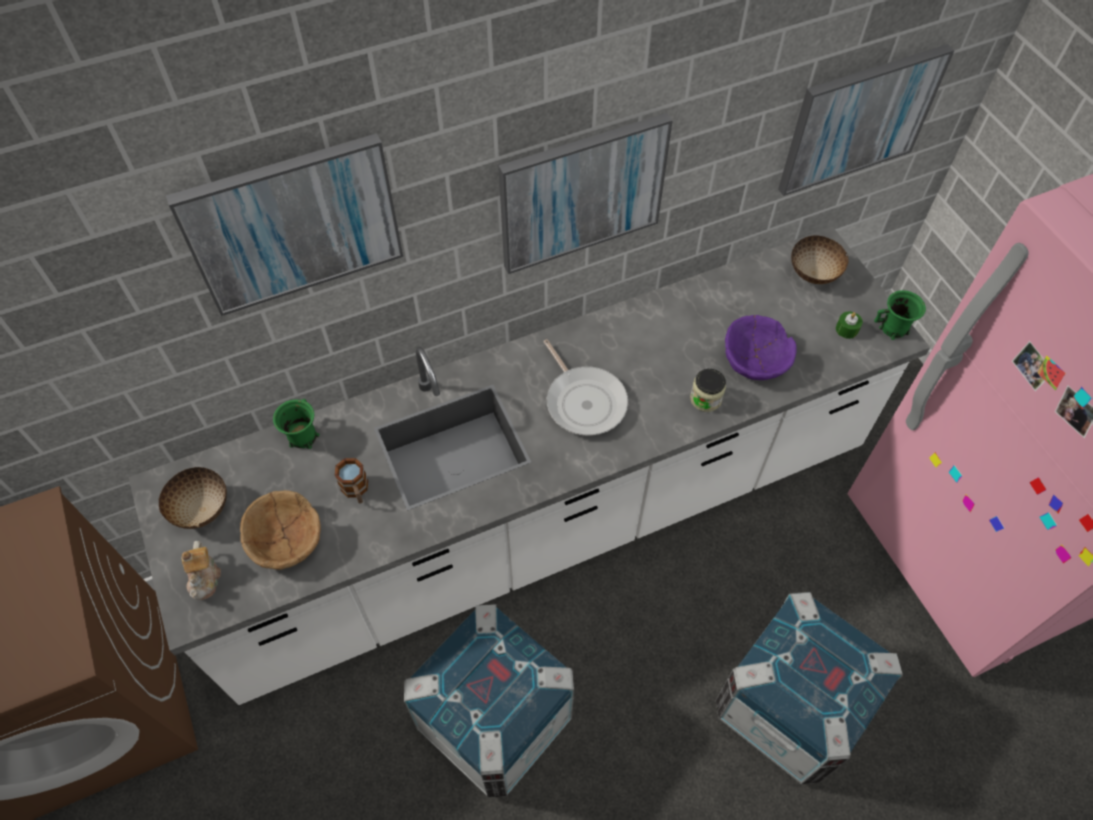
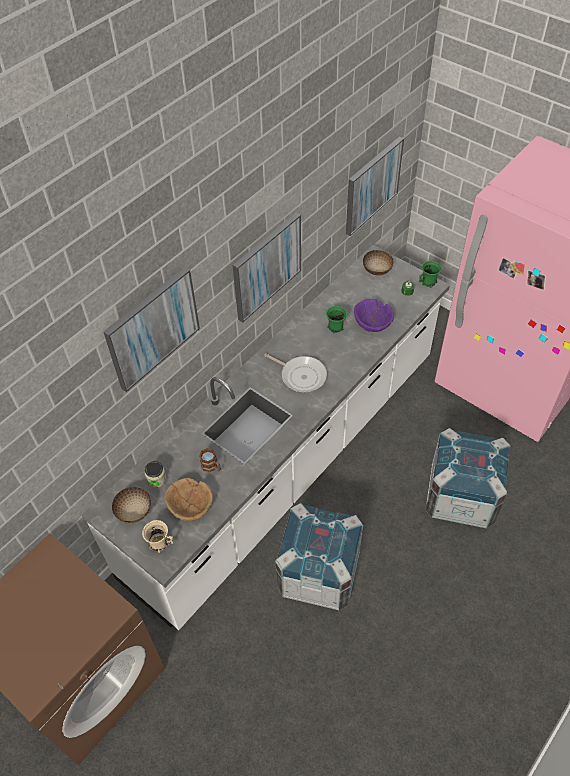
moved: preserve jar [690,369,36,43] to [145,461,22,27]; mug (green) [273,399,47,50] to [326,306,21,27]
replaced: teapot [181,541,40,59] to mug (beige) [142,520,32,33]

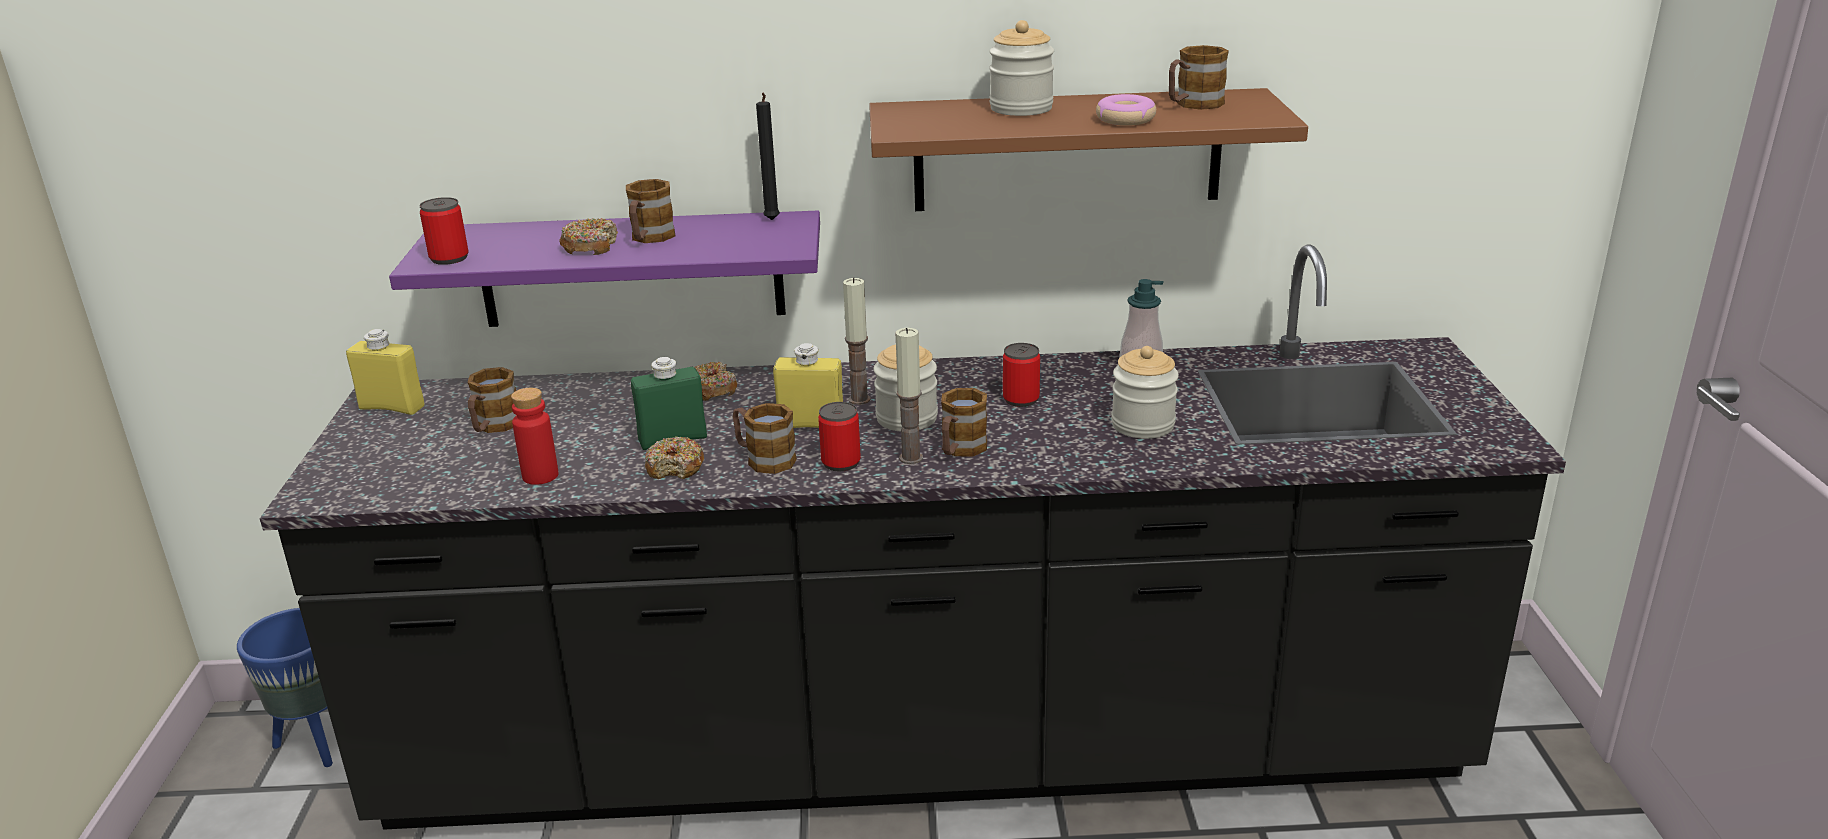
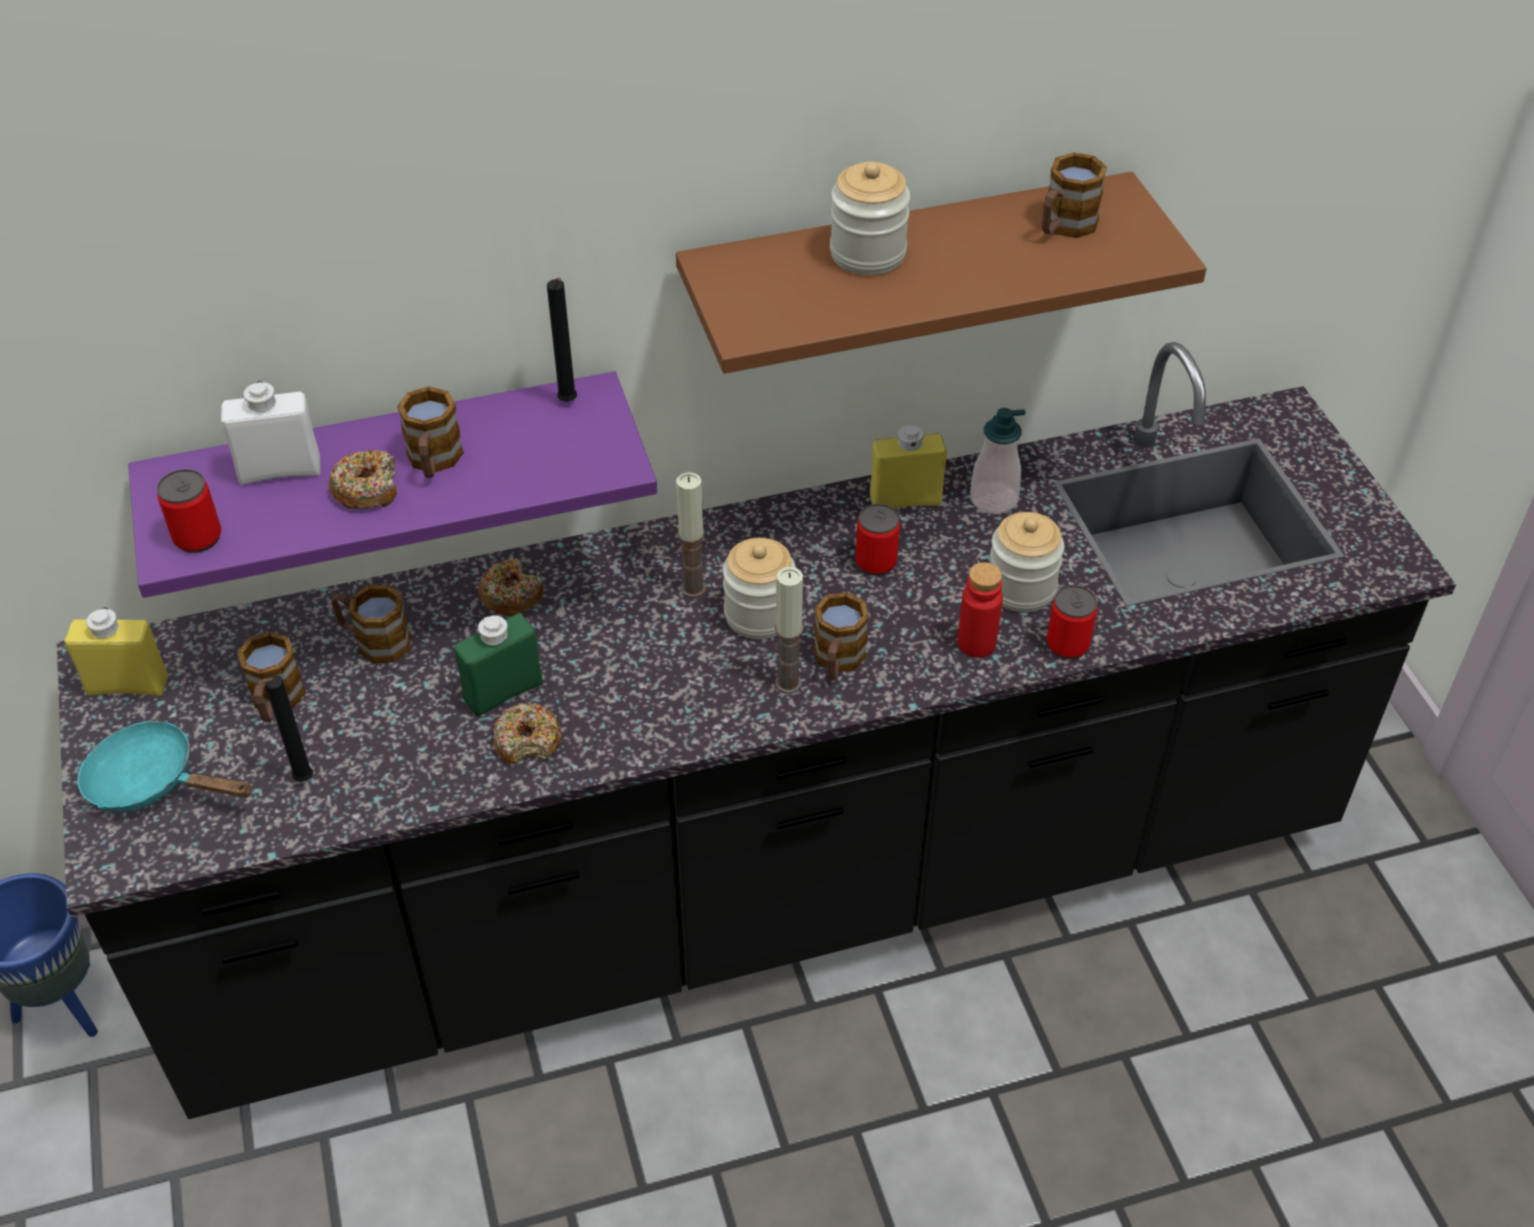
removed: ring doughnut [1096,94,60,32]
added: frying pan (blue-green) [77,721,176,90]; beverage bottle (white) [221,381,99,104]; candle (black-coloured) [259,675,54,107]
moved: mug [733,403,64,71] to [331,585,80,78]; beverage bottle (yellow-coloured) [773,343,70,85] to [870,425,77,84]; beverage bottle (red) [511,388,48,97] to [957,562,46,96]; can [818,402,43,69] to [1046,585,51,74]

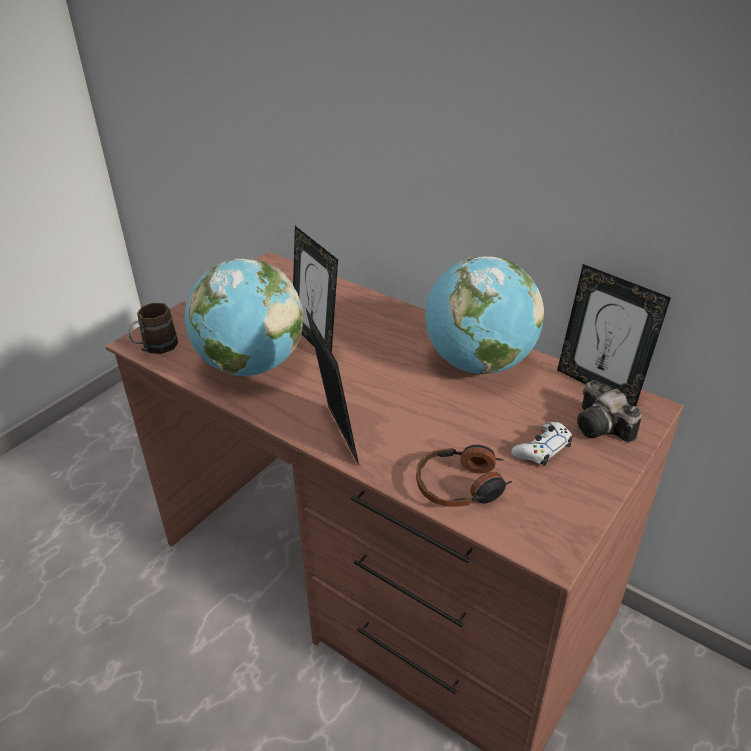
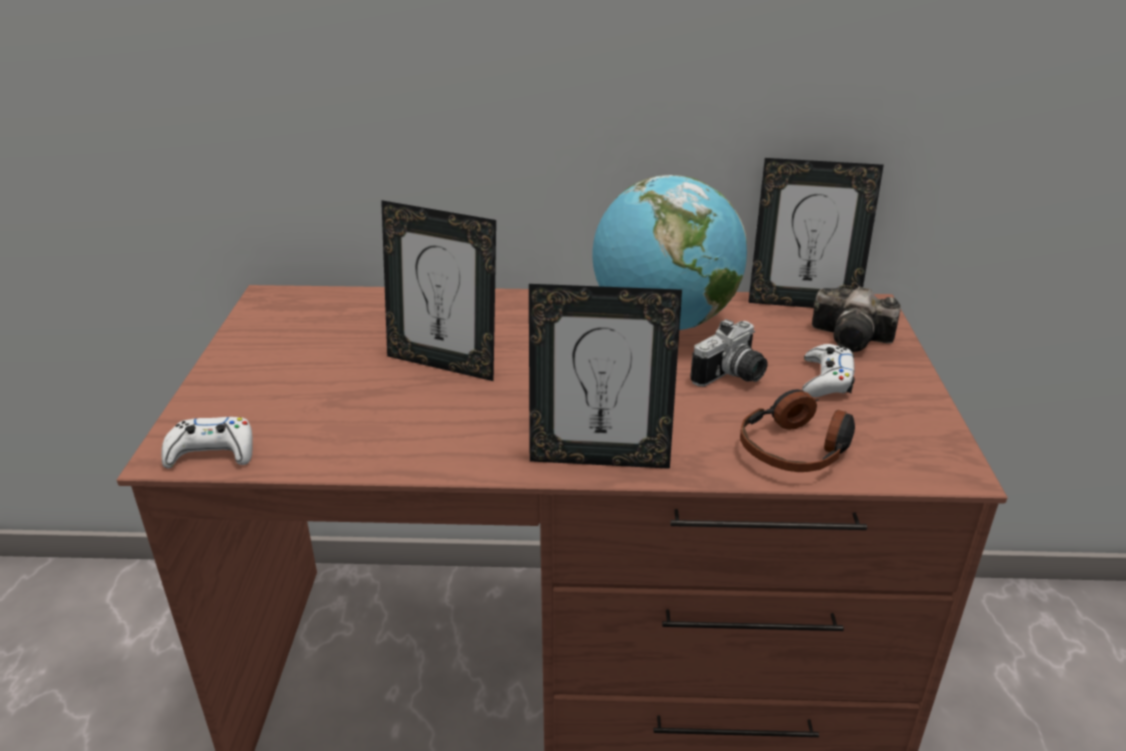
removed: desk globe [185,258,118,118]
added: photo camera [691,319,77,68]
replaced: mug (brown) [128,303,50,51] to joypad (white) [162,417,91,51]
turned: picture frame [305,307,54,158] = [529,284,153,185] 150 degrees clockwise

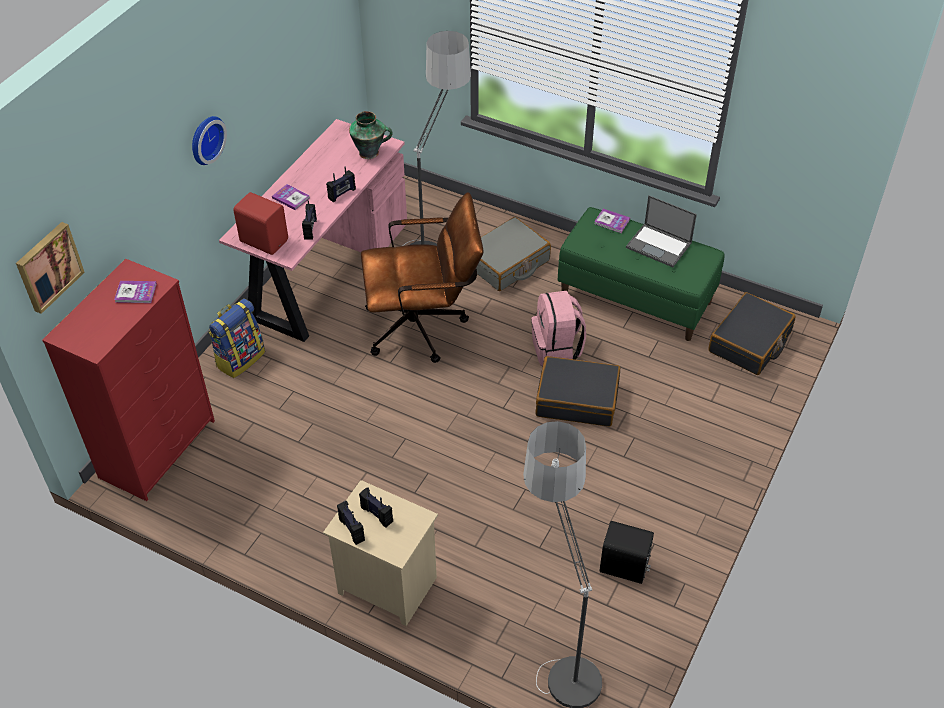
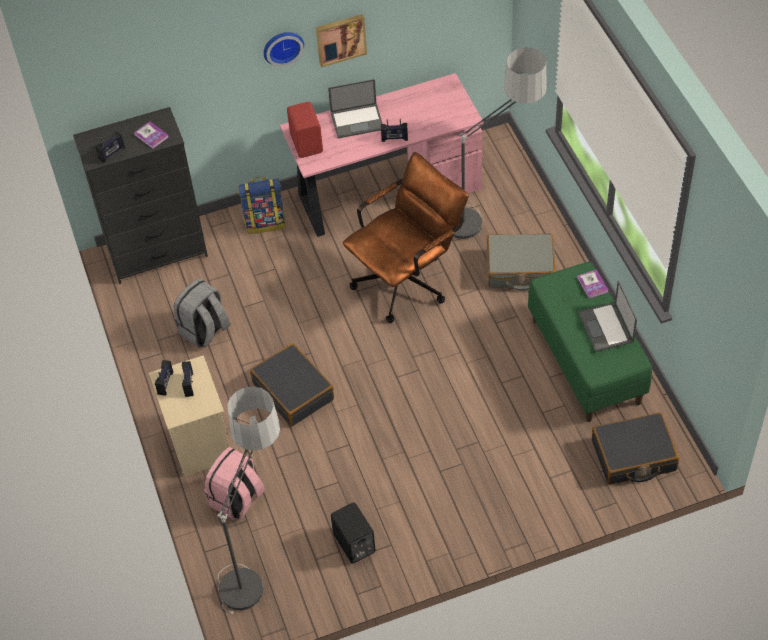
removed: decorative vase [349,111,44,48]
added: backpack (gray) [174,279,57,69]
moved: radio set [302,200,15,40] to [95,129,30,34]; backpack (pinkish) [531,291,55,75] to [204,447,61,73]; suitcase (black-coloured) [536,356,84,70] to [250,343,84,83]; wall picture [16,222,69,92] to [316,14,51,53]
replaced: book [272,184,38,26] to laptop [328,79,55,59]
recoloured: drawer chest (red) [42,259,173,242] to drawer chest (black-coloured) [73,107,135,177]
turned: computer chair (brown) [361,192,123,171] = [343,152,125,171] 75 degrees counterclockwise

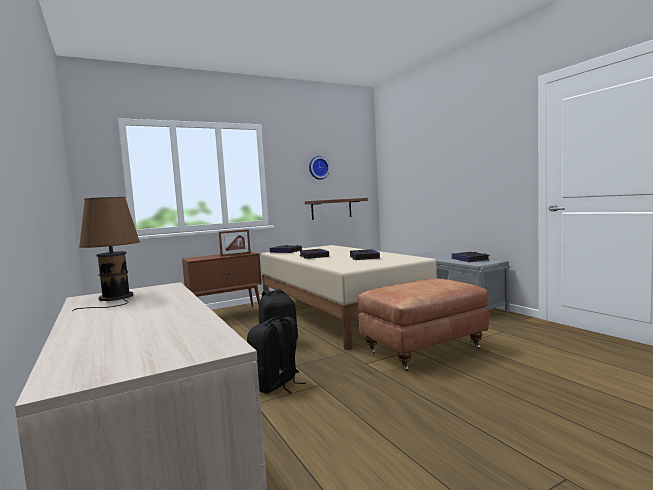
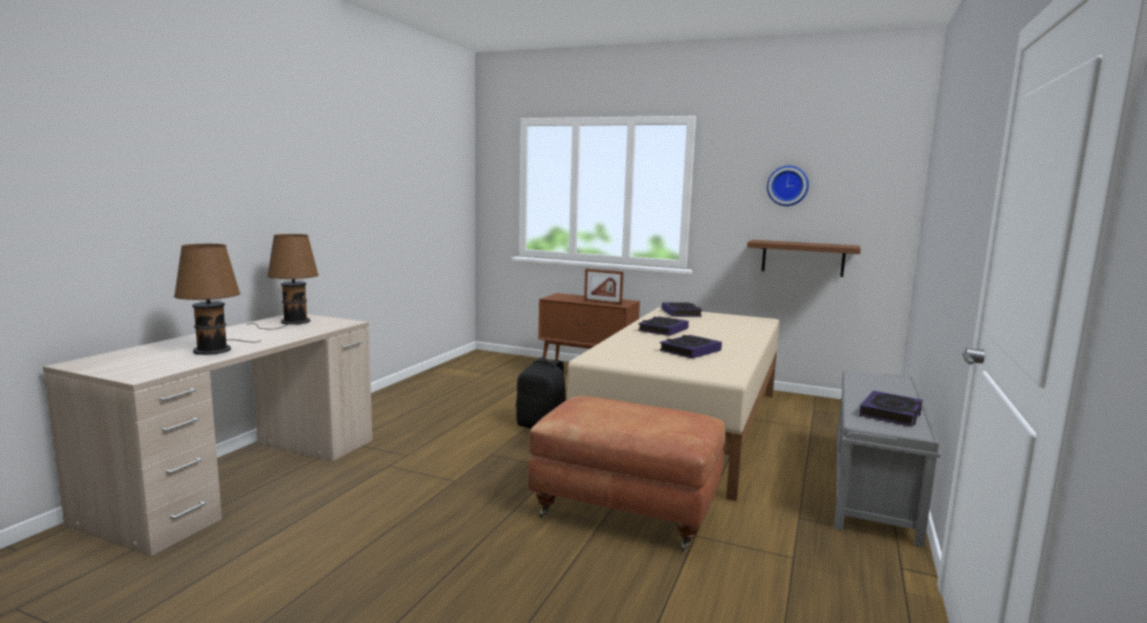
removed: backpack (black-coloured) [247,317,59,77]
added: tabletop lamp (brown) [174,244,87,111]

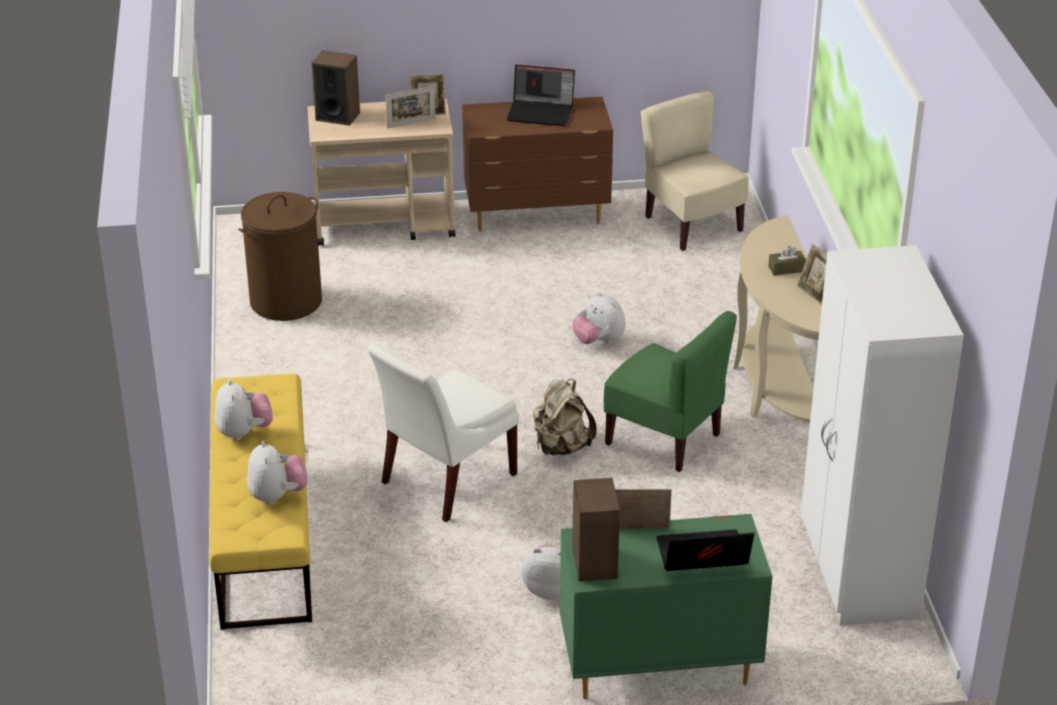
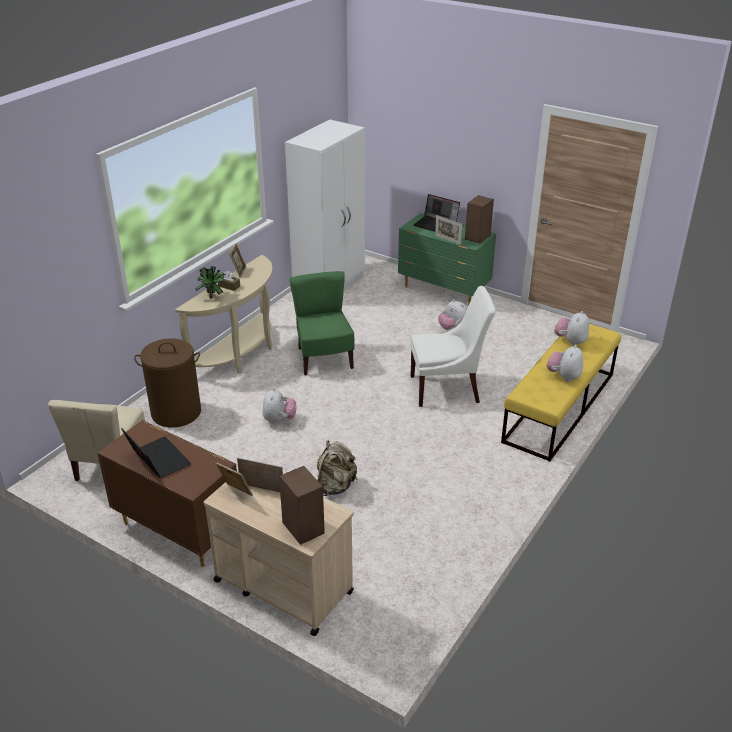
added: houseplant [195,266,32,32]
moved: laundry basket (brown) [239,192,83,129] to [134,338,67,90]; backpack (beige) [533,379,64,77] to [317,440,40,56]

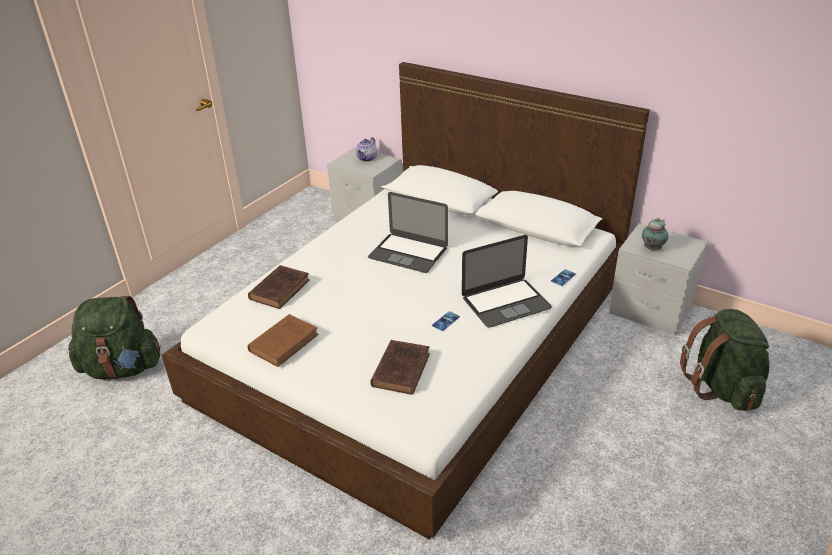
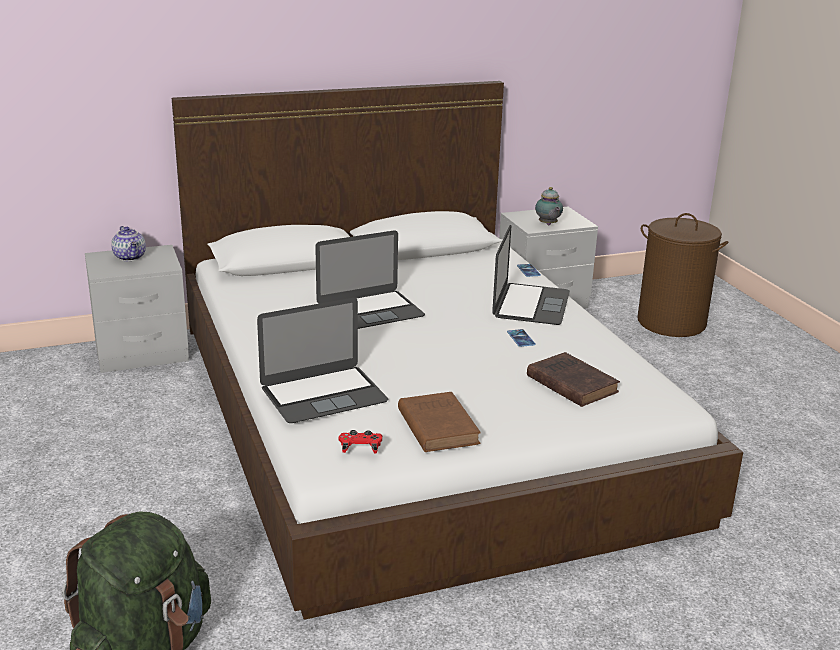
added: joypad (red) [339,430,43,23]
replaced: book (brown) [248,265,62,44] to laptop [257,298,131,125]; backpack (green) [680,309,89,102] to laundry basket (brown) [637,213,91,124]

